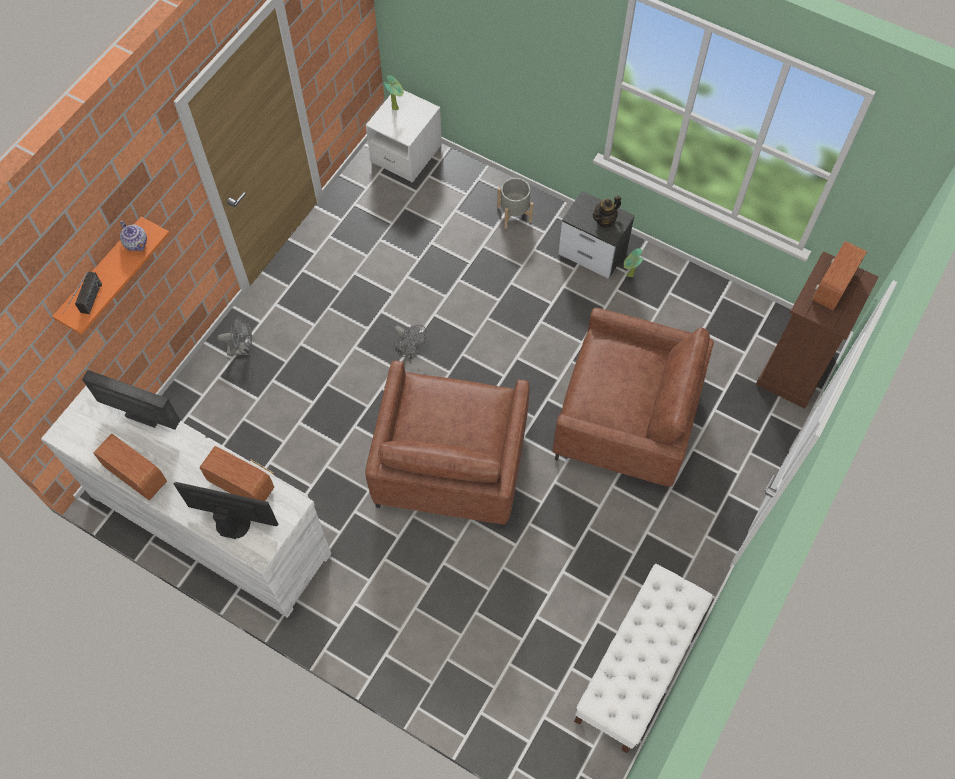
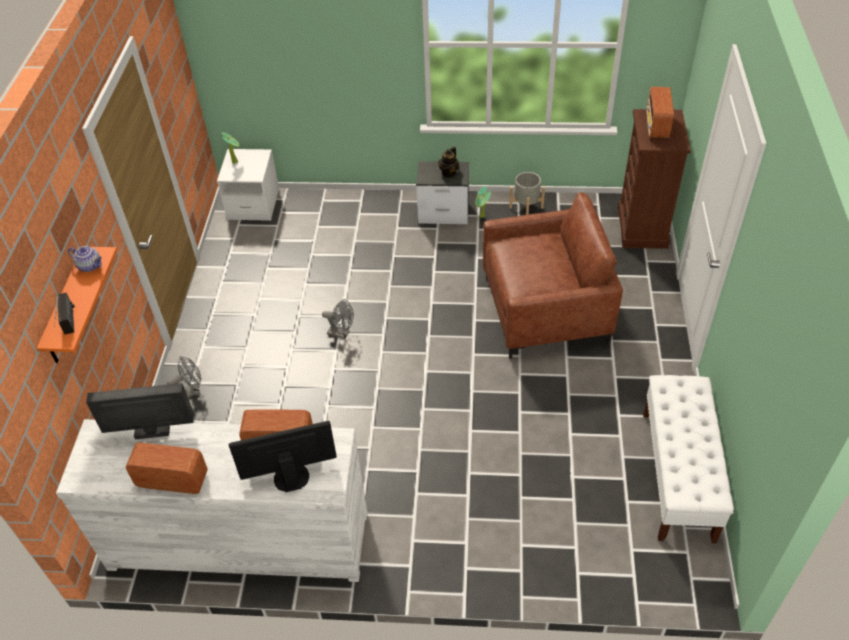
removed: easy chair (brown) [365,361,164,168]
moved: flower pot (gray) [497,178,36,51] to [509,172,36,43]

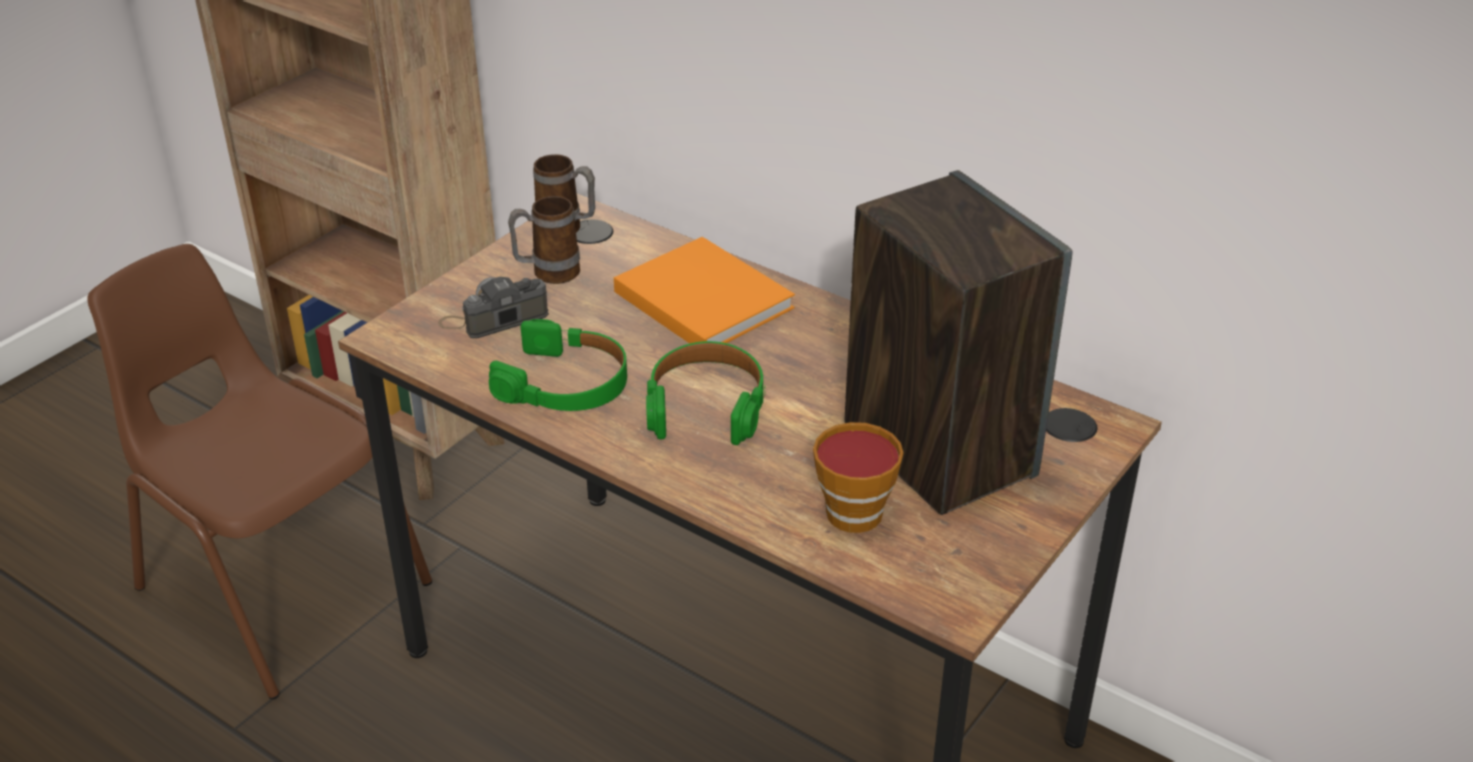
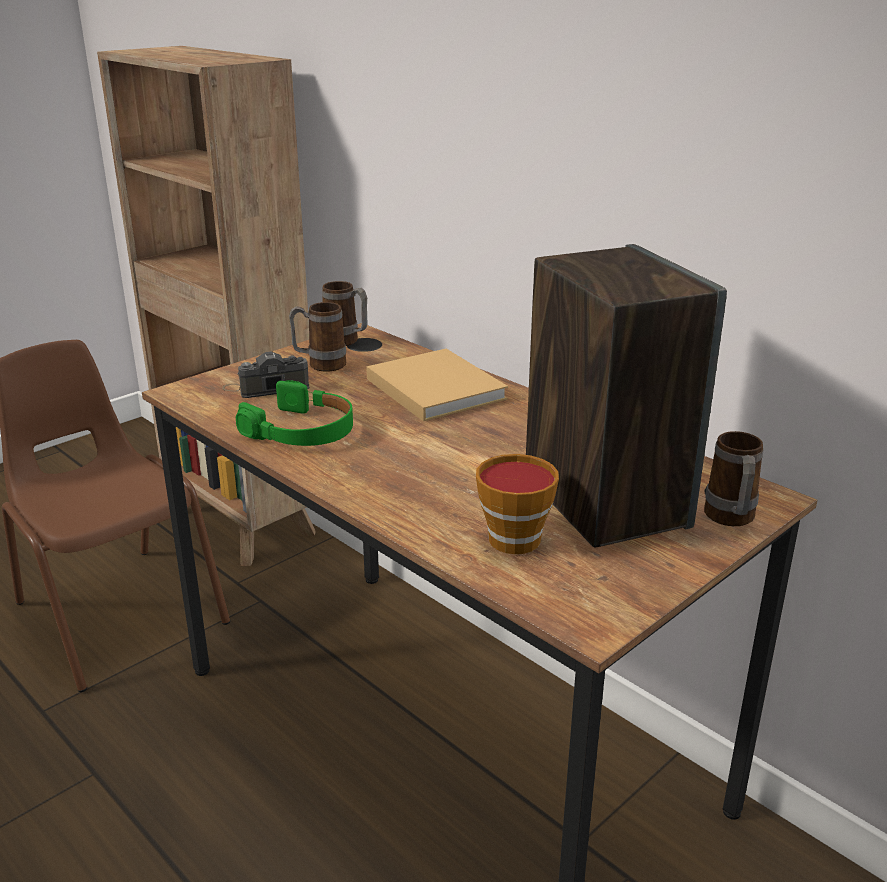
removed: headset (green) [646,341,119,104]
added: mug [704,431,59,95]
recoloured: book (orange) [614,237,181,107] to book (beige) [366,349,142,73]

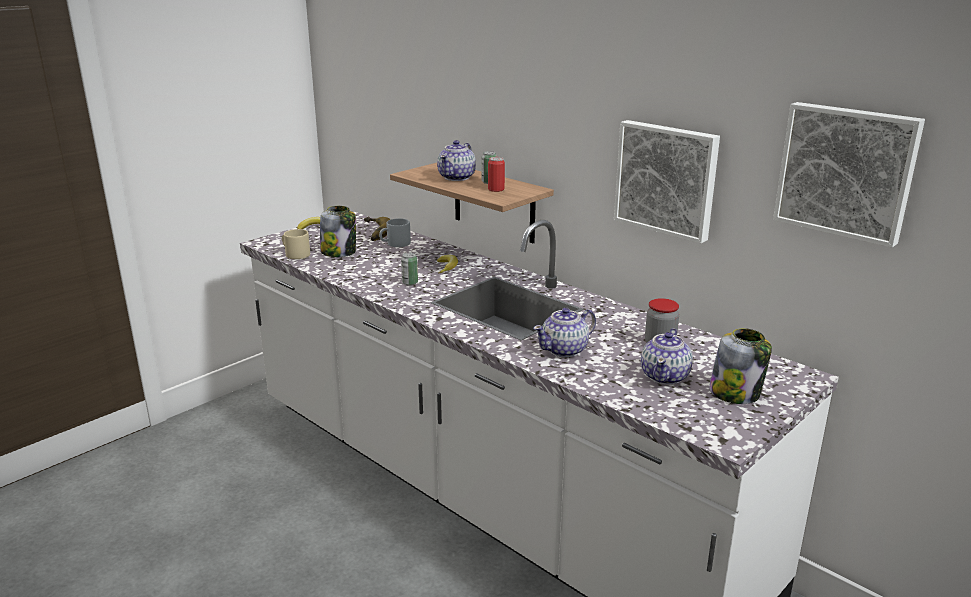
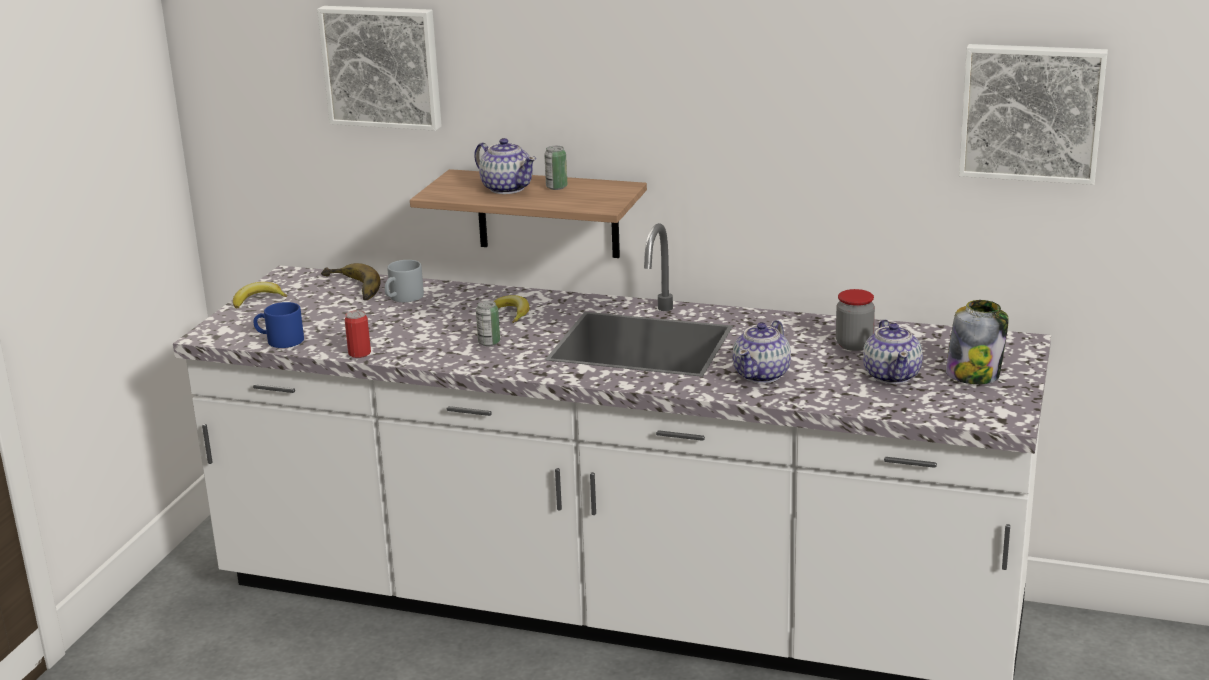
removed: preserve jar [320,206,36,51]
moved: wall picture [614,120,106,123] to [317,6,125,125]; can [488,157,17,35] to [345,310,26,48]
recoloured: mug (beige) [282,229,28,30] to mug (bluish) [254,302,50,46]
turned: teapot [437,140,39,41] = [474,138,62,56] 45 degrees counterclockwise

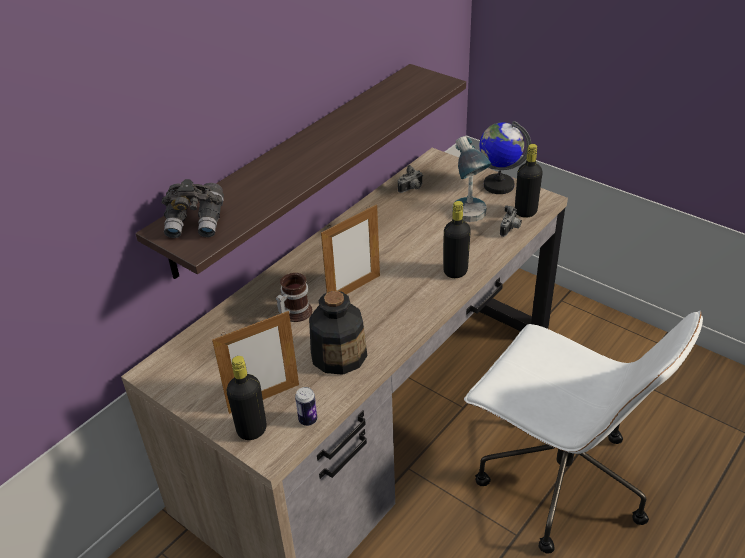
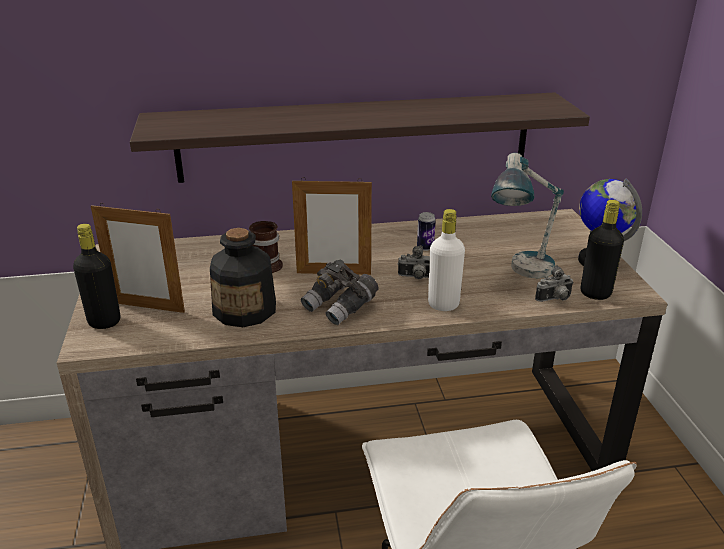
moved: field glasses (gray) [162,179,62,59] to [301,260,78,65]; photo camera [398,165,25,28] to [398,245,32,34]; can [295,387,22,39] to [417,212,19,39]
recoloured: beverage bottle (black-coloured) [443,201,28,77] to beverage bottle (white) [428,209,37,102]

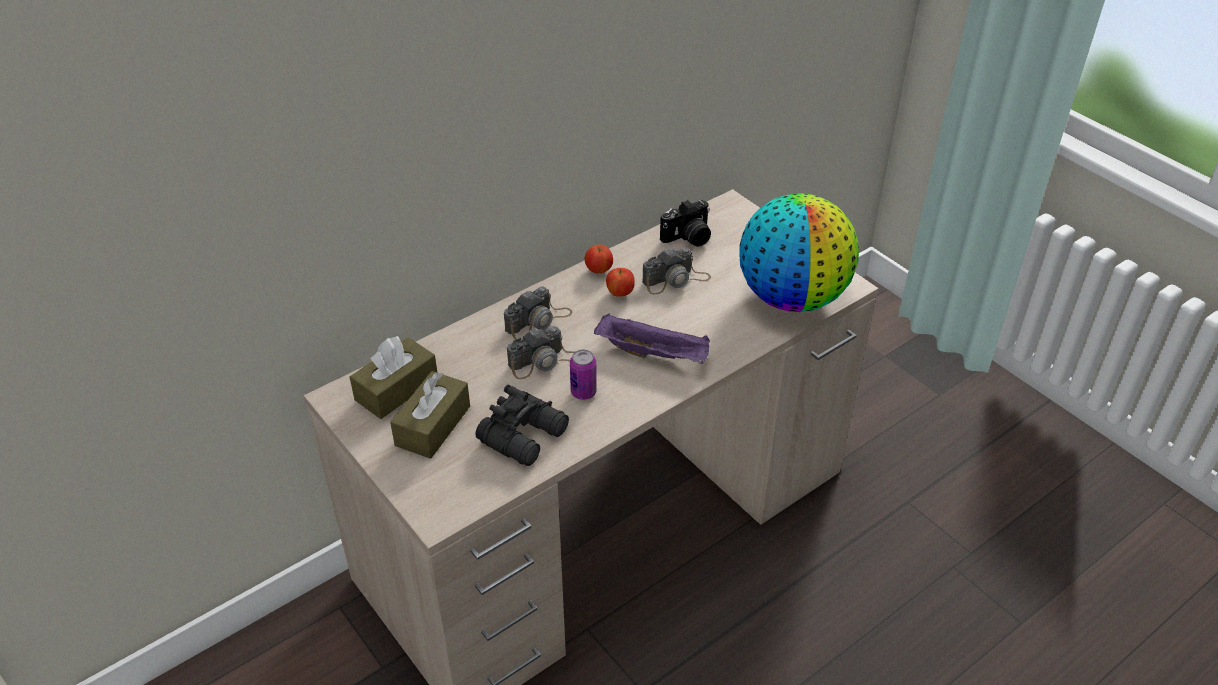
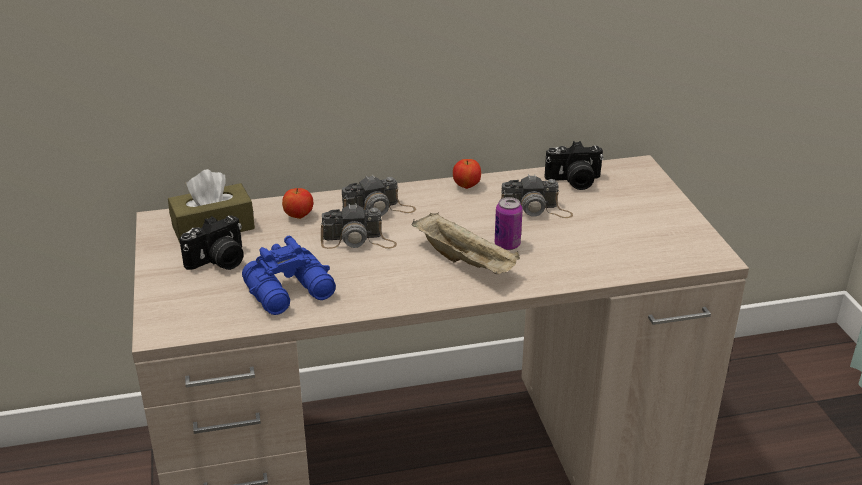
removed: desk globe [739,193,120,119]
moved: apple [606,268,29,29] to [282,188,31,31]; can [570,349,27,51] to [495,197,28,53]
replaced: box of tissues (brown) [390,371,80,88] to photo camera [179,215,65,55]
recoloured: field glasses (black-coloured) [475,384,94,82] to field glasses (bluish) [242,236,94,79]; serving tray (purple-coloured) [594,313,116,51] to serving tray (beige) [412,212,108,62]

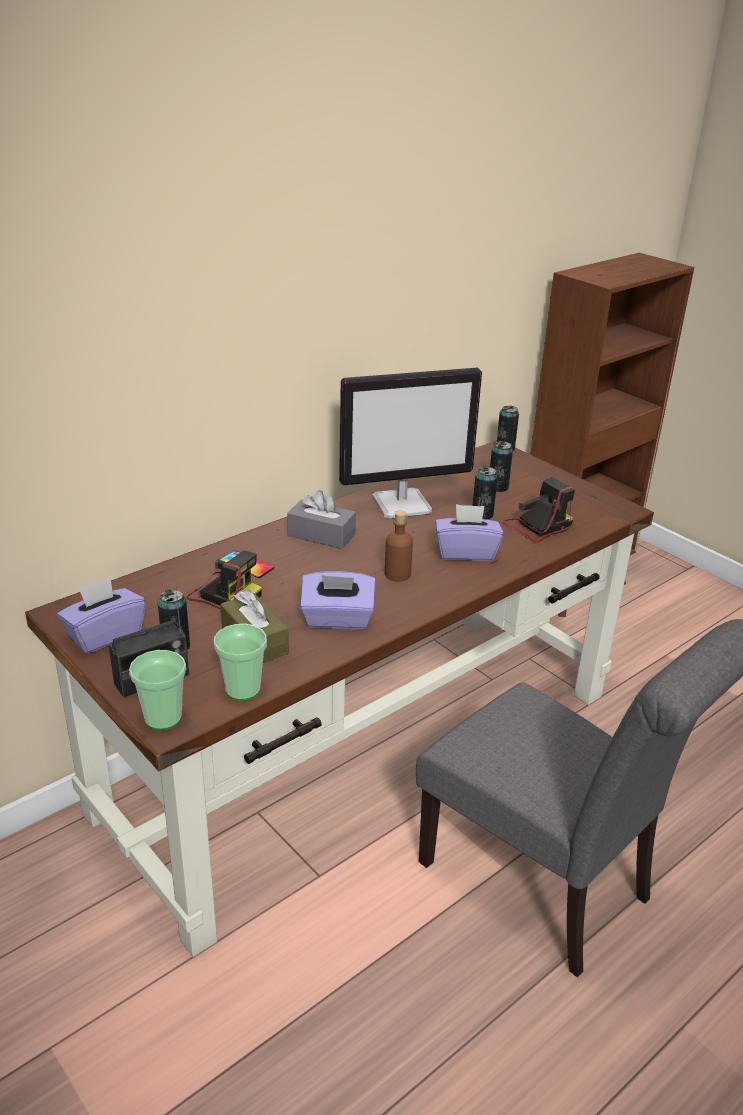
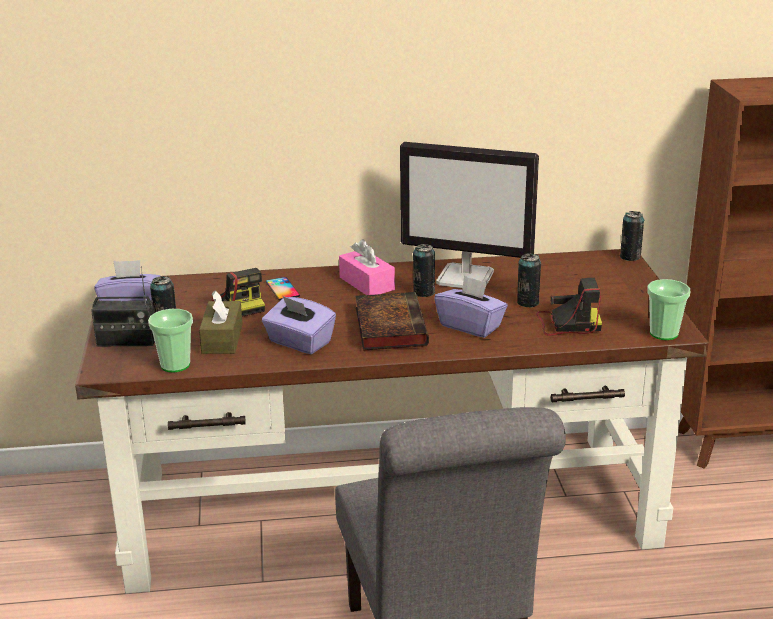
moved: can [490,441,23,51] to [413,244,22,53]; cup [129,650,57,80] to [647,279,43,61]
replaced: beverage bottle (brown) [385,510,28,72] to book [355,292,74,59]
recoloured: box of tissues (gray) [287,490,69,59] to box of tissues (pinkish) [339,239,56,56]

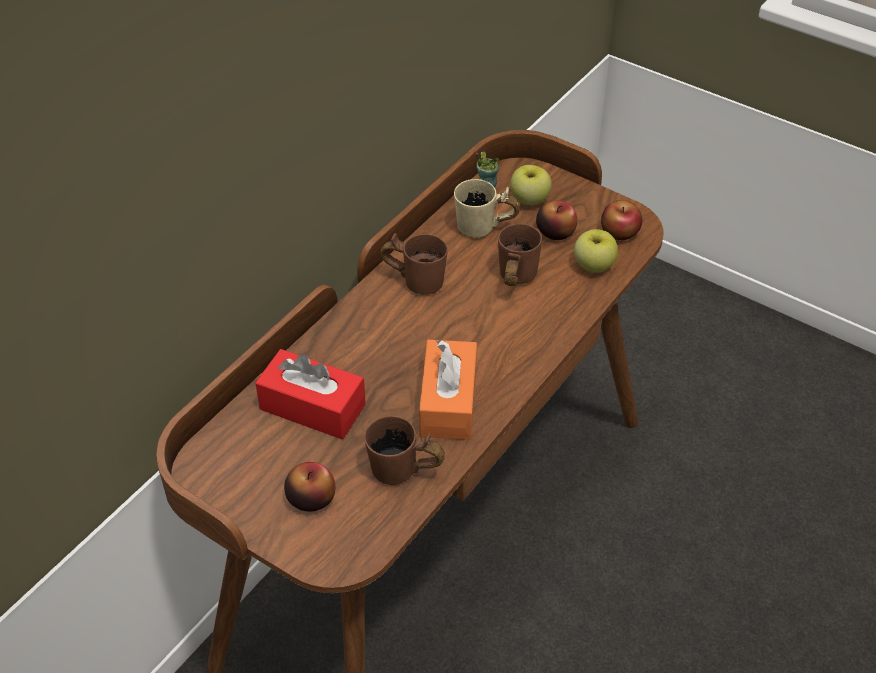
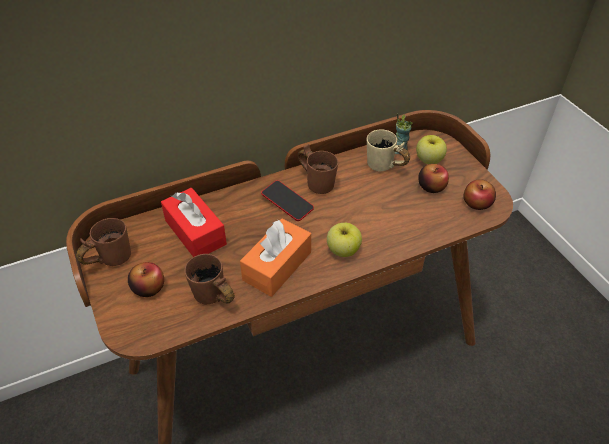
added: handset [261,180,53,41]
moved: mug (brown) [498,224,44,62] to [76,218,55,48]; apple [574,229,44,44] to [327,223,35,34]

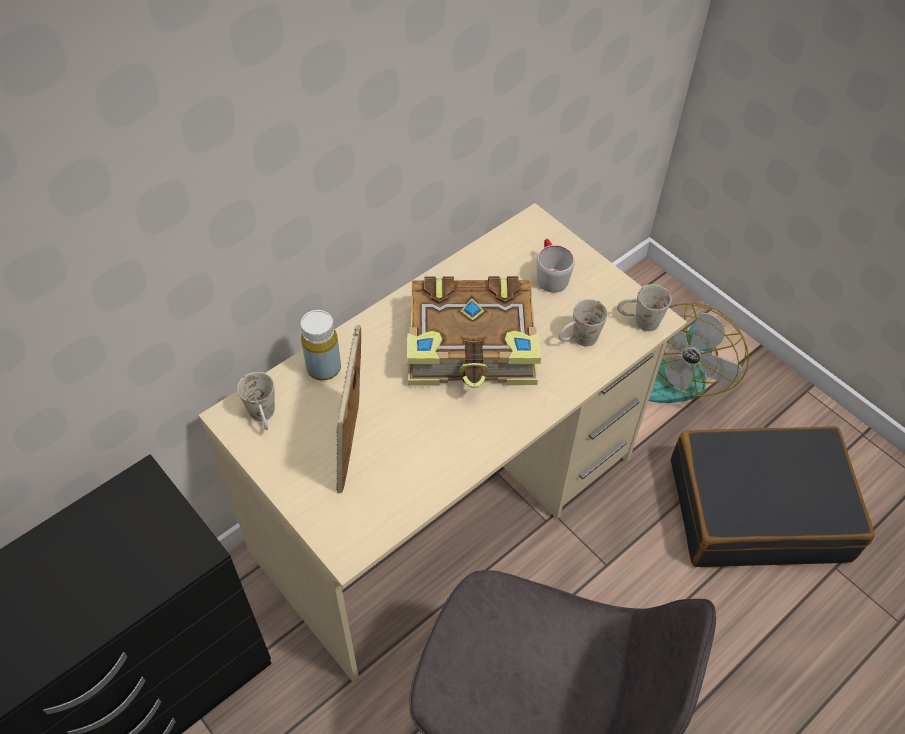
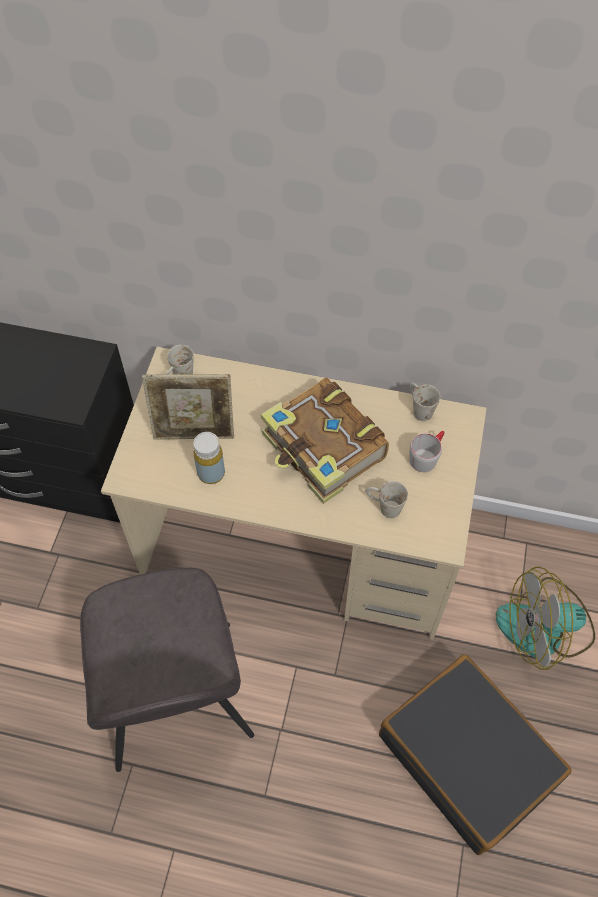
moved: beverage bottle (yellow-coloured) [301,310,40,71] to [193,432,32,52]; mug (white) [617,284,54,47] to [410,383,30,38]
turned: picture frame [336,325,25,168] = [142,374,92,66] 150 degrees counterclockwise

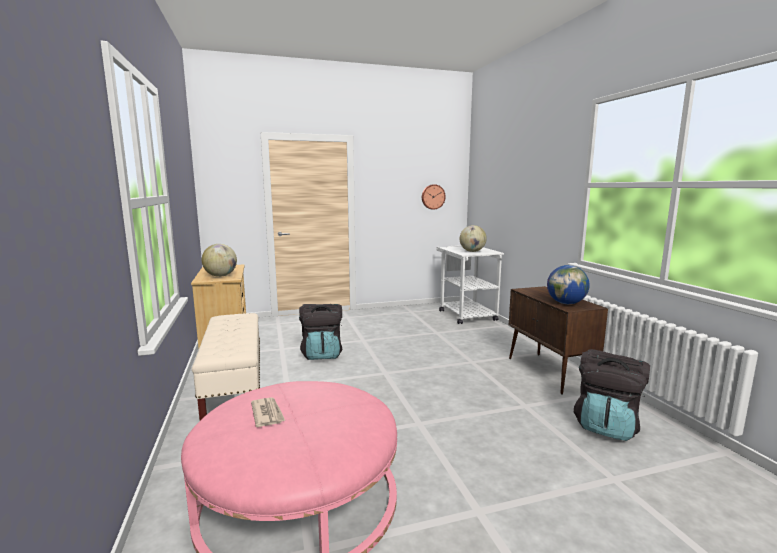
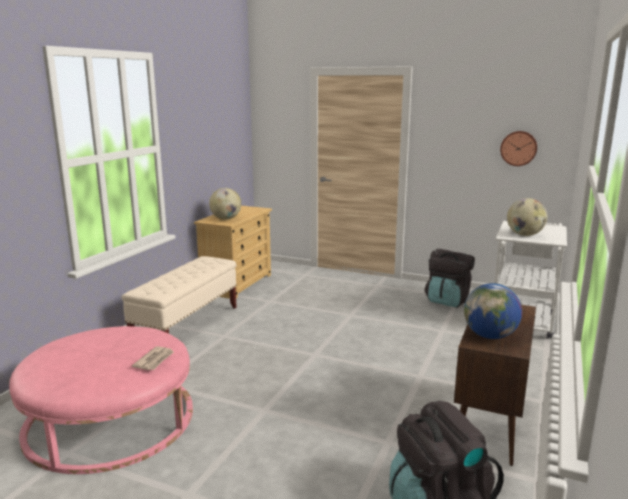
moved: daily paper [251,397,34,30] to [132,346,42,24]; backpack (black-coloured) [299,304,43,56] to [425,249,50,59]

